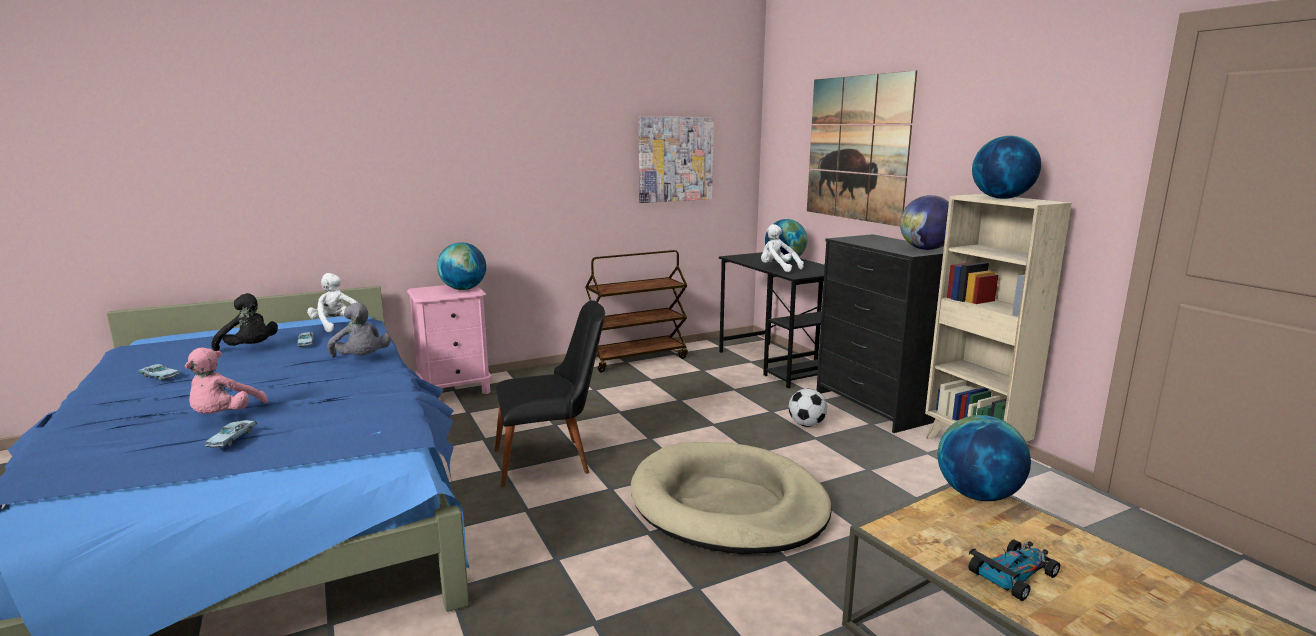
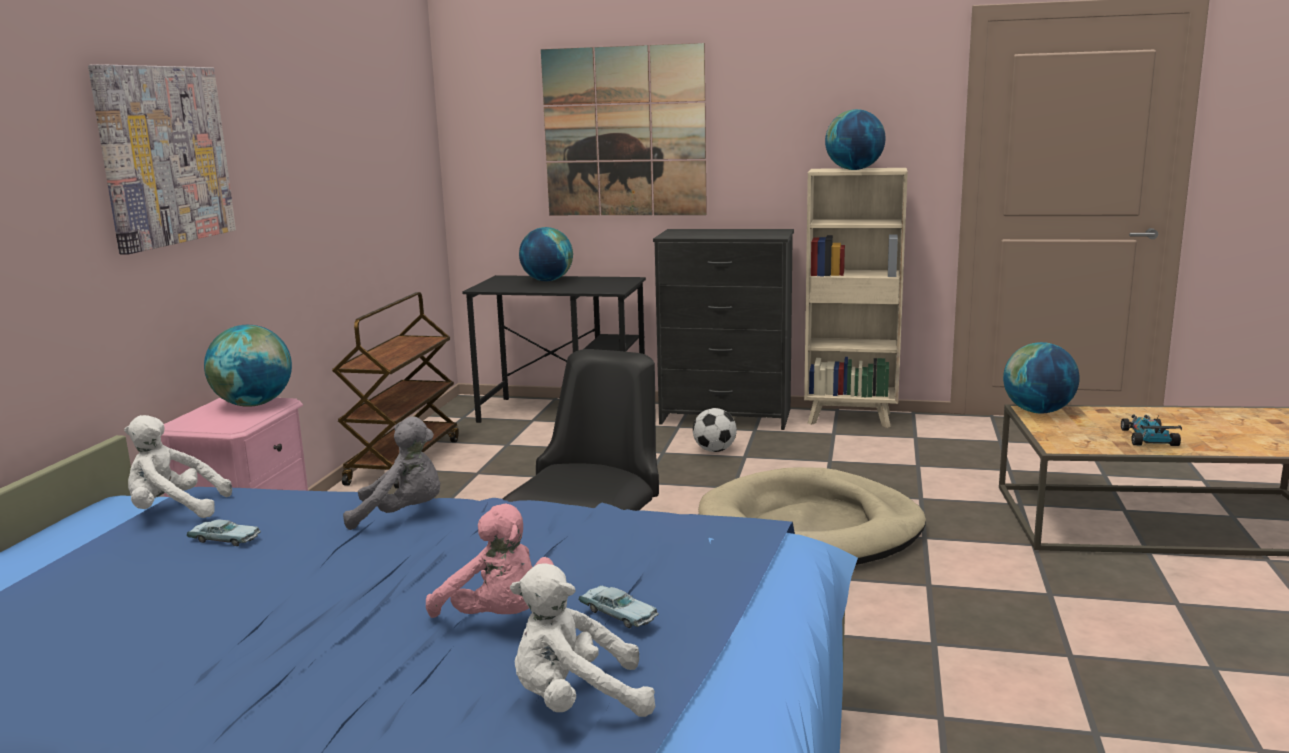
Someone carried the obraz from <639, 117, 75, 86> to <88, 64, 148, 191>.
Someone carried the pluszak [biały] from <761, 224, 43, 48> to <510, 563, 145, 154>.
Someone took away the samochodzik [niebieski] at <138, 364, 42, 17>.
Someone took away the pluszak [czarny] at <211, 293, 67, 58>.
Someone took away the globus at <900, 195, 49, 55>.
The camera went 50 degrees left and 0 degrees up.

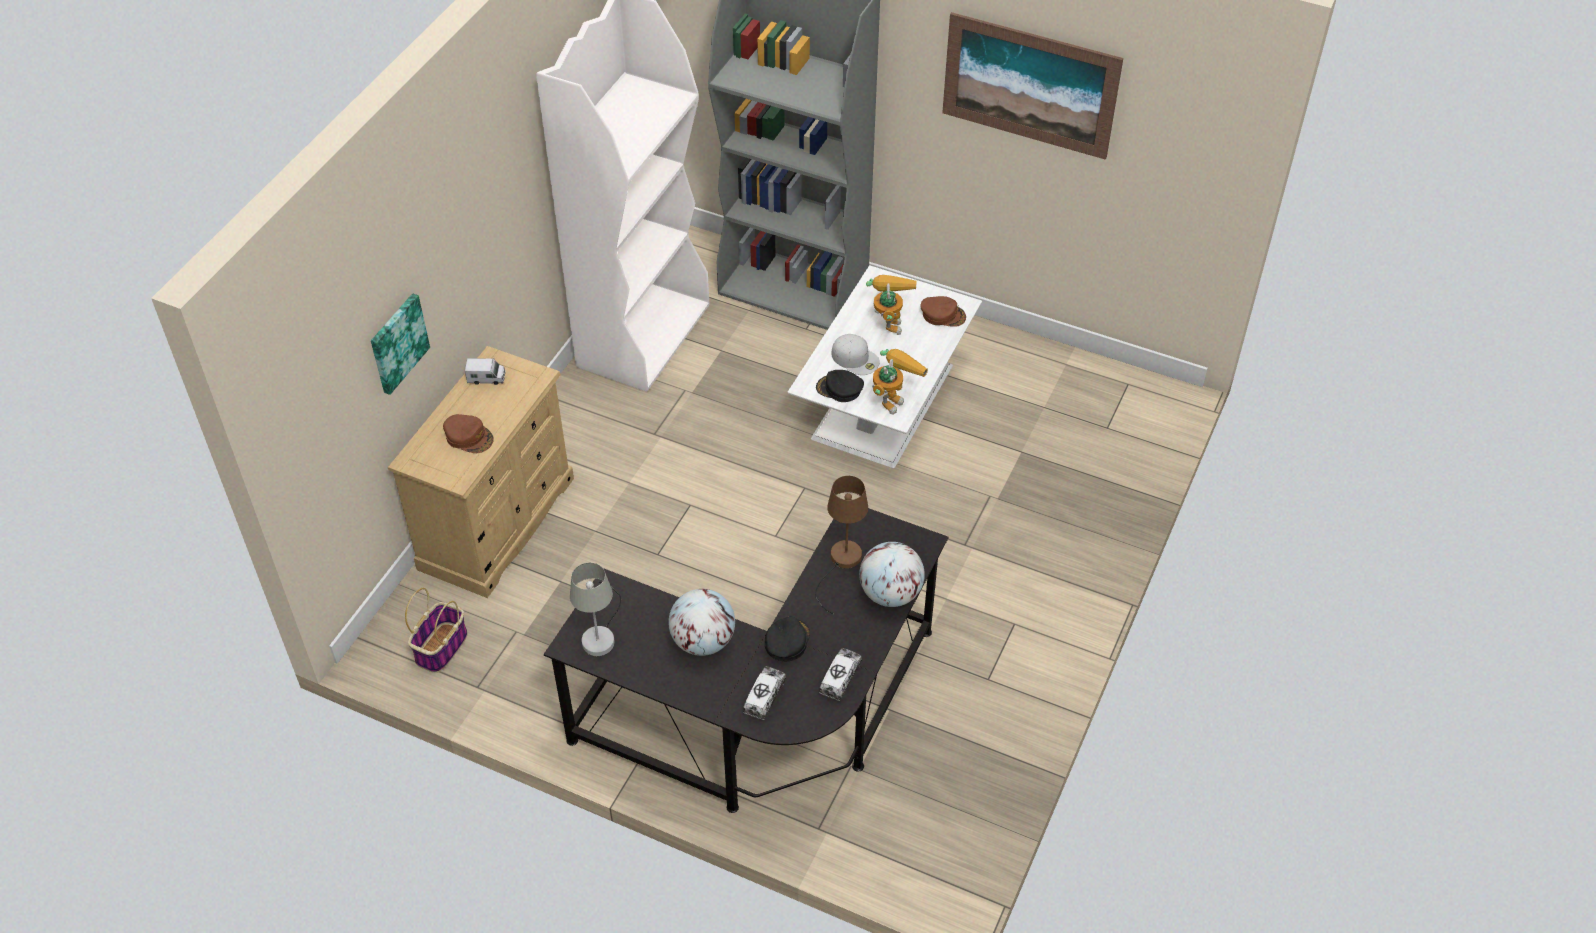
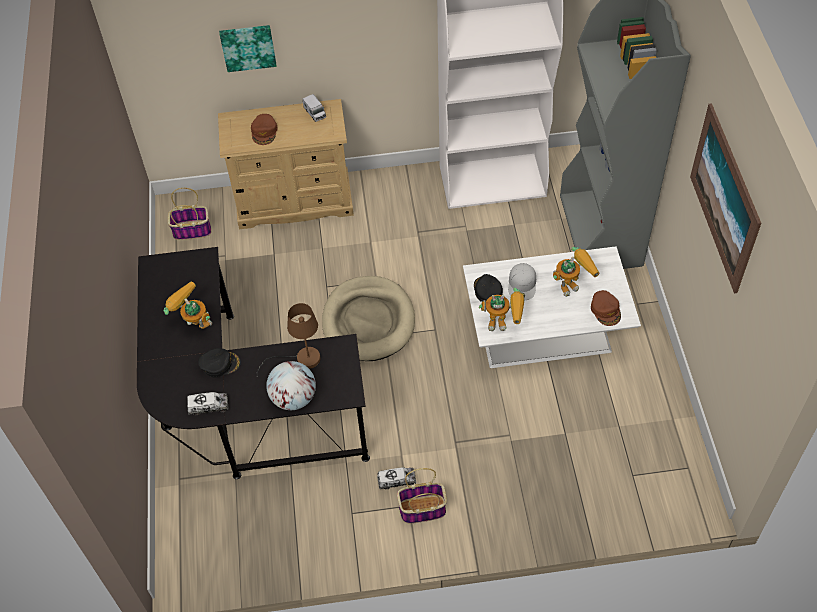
Someone swapped the globus at <669, 589, 66, 67> for the robot zabawkowy at <163, 281, 49, 48>.
Someone put down the legowisko [beżowy] at <322, 276, 93, 85>.
Someone carried the ciężarówka zabawkowa from <743, 666, 43, 54> to <377, 467, 39, 22>.
Someone put down the koszyk at <397, 468, 50, 56>.
Someone took away the lampa stołowa [szary] at <570, 563, 51, 93>.
The camera went 60 degrees right and 5 degrees up.

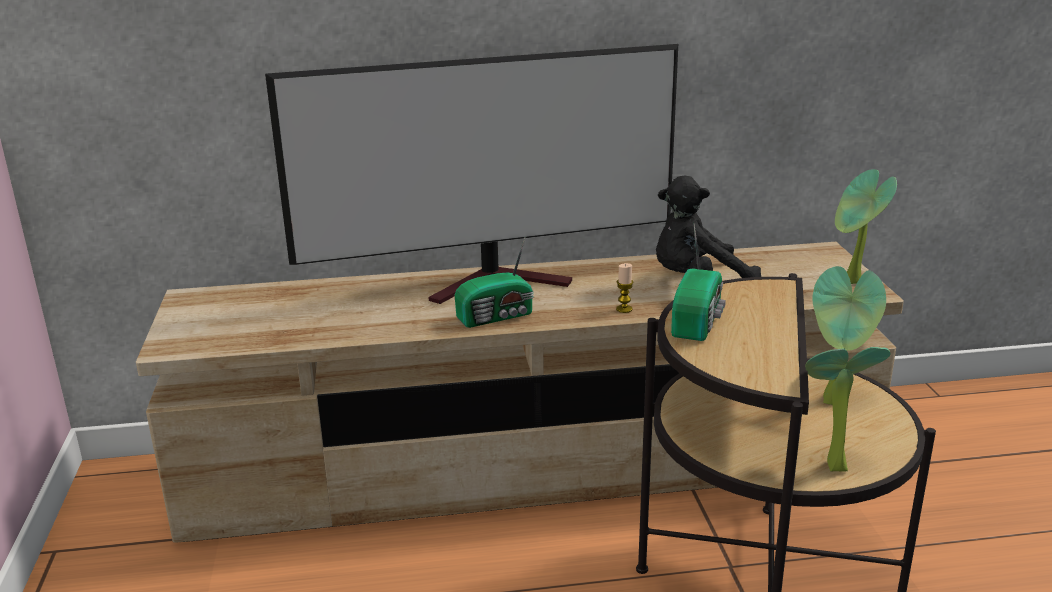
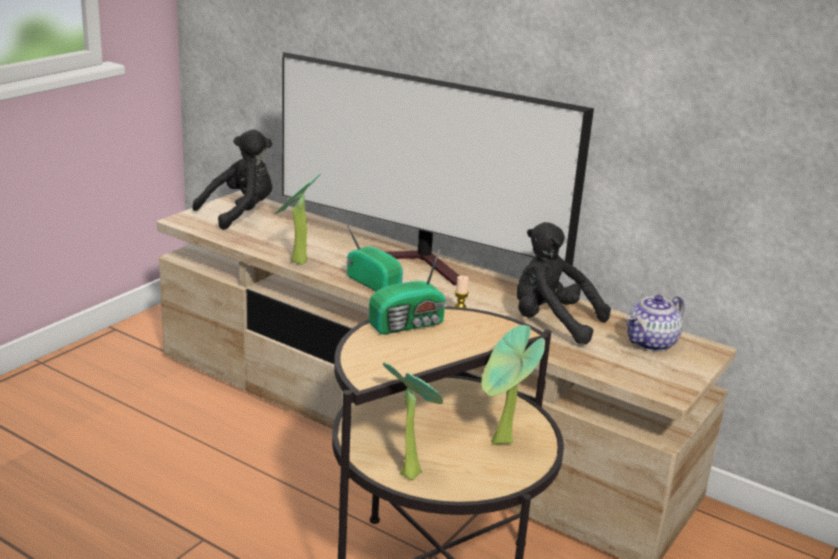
Someone put down the pluszak [czarny] at <192, 129, 80, 101>.
Someone carried the roślina doniczkowa from <835, 169, 62, 115> to <275, 174, 46, 91>.
Someone rotated the radio at <455, 236, 79, 92> by 150 degrees counterclockwise.
Someone put down the imbryk at <626, 295, 58, 57>.
The camera went 40 degrees right and 0 degrees up.

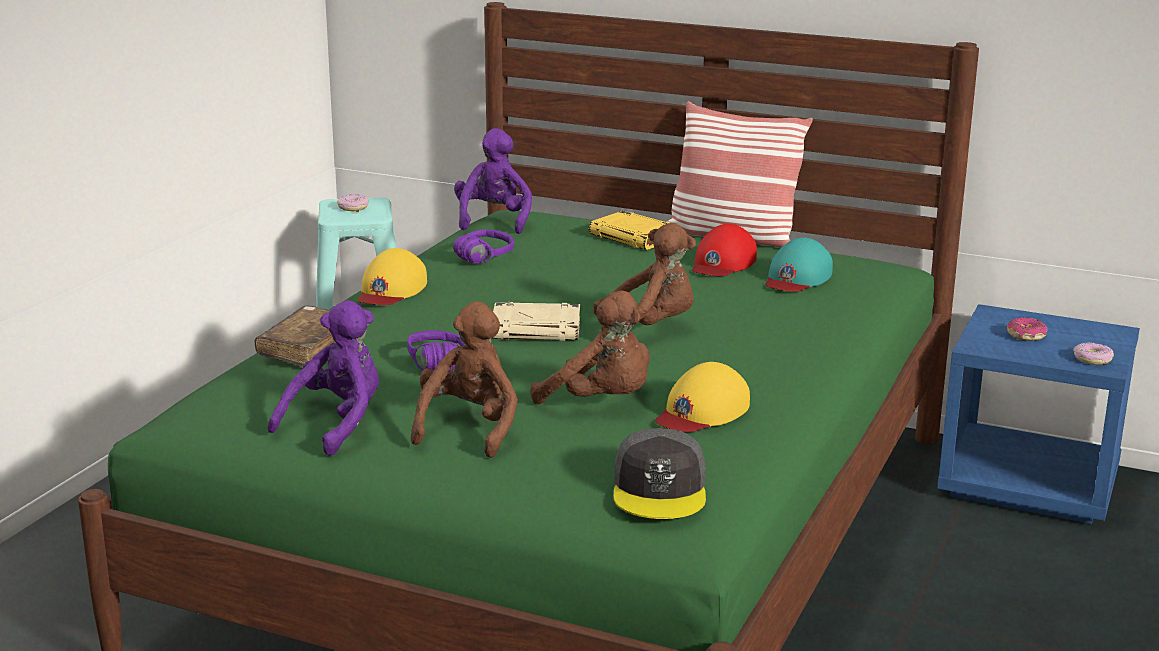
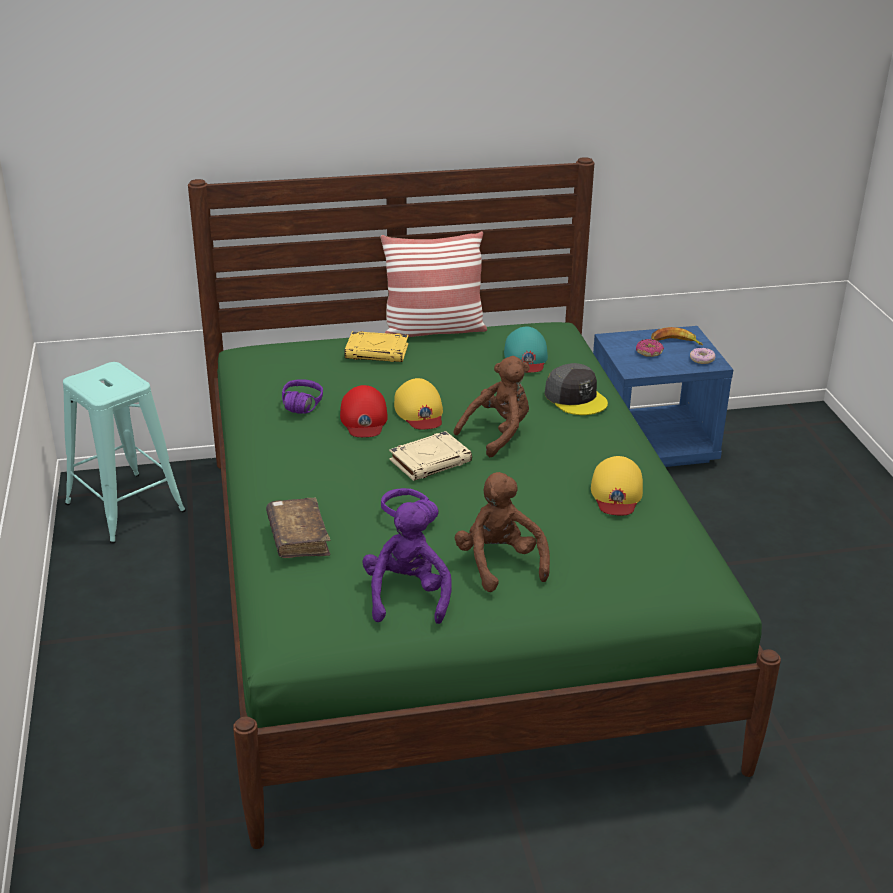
Someone carried the czapka z daszkiem [czerwony] from <692, 224, 65, 52> to <340, 385, 48, 52>.
Someone carried the czapka z daszkiem [żółty] from <358, 248, 69, 57> to <394, 378, 49, 52>.
Someone carried the czapka z daszkiem [szary] from <613, 428, 93, 91> to <544, 363, 64, 52>.
Someone put down the banan at <651, 327, 52, 18>.
Someone took away the donut at <337, 194, 32, 17>.
Someone took away the pluszak [fioletowy] at <454, 128, 78, 106>.
Someone took away the pluszak [brązowy] at <530, 290, 120, 115>.
The camera went 35 degrees left and 10 degrees up.

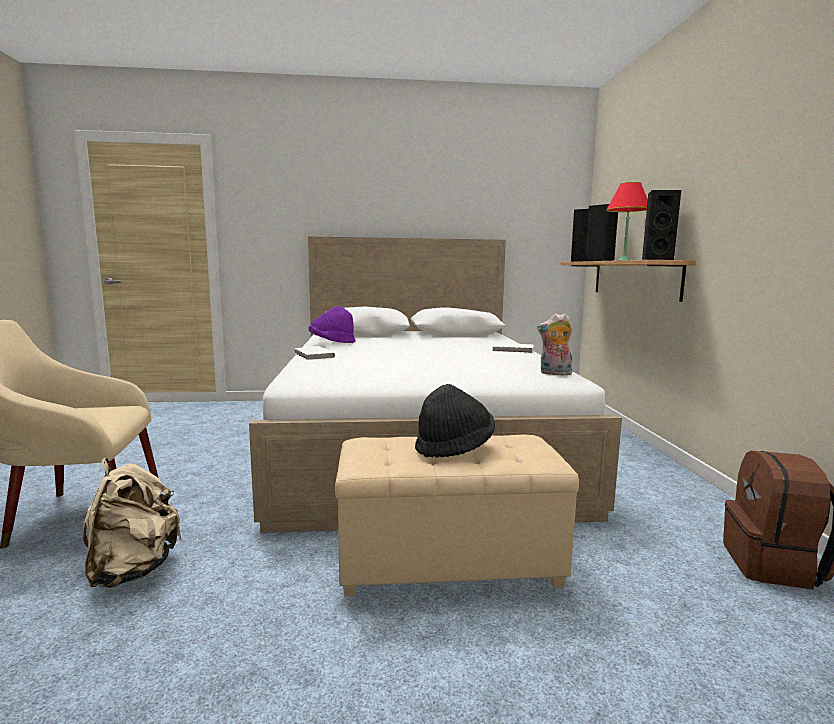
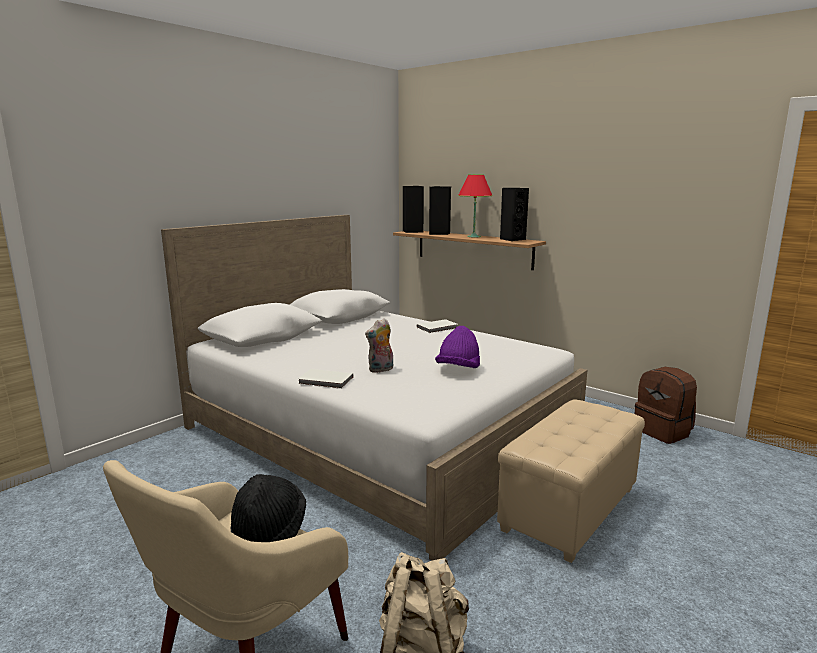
Someone carried the kapelusz [czarny] from <415, 384, 80, 74> to <231, 474, 75, 68>.
Someone carried the pluszak from <537, 313, 36, 62> to <365, 318, 28, 55>.
Someone carried the kapelusz [fioletowy] from <309, 306, 47, 37> to <435, 326, 45, 42>.
The camera went 45 degrees left and 5 degrees up.

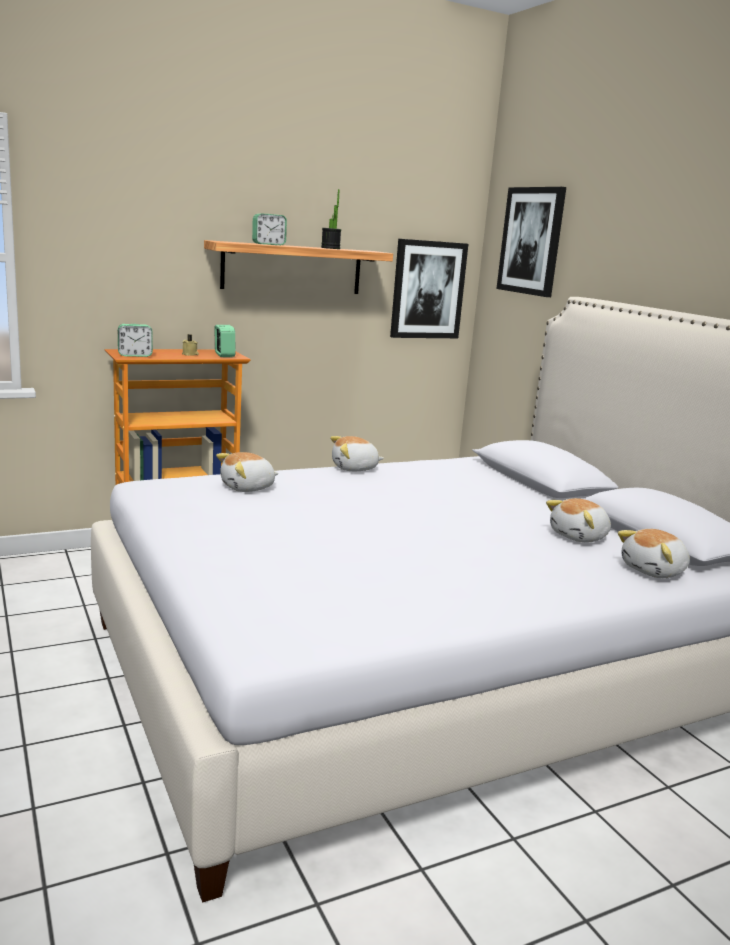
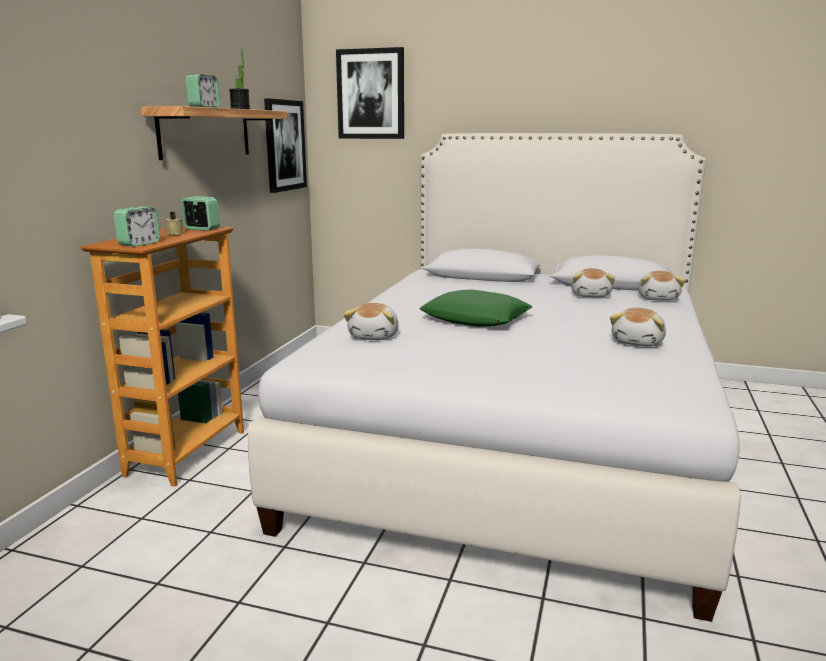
Someone put down the poduszka [zielony] at <419, 289, 113, 38>.
Someone carried the pluszak from <330, 436, 54, 35> to <610, 308, 56, 39>.
The camera went 45 degrees left and 0 degrees up.

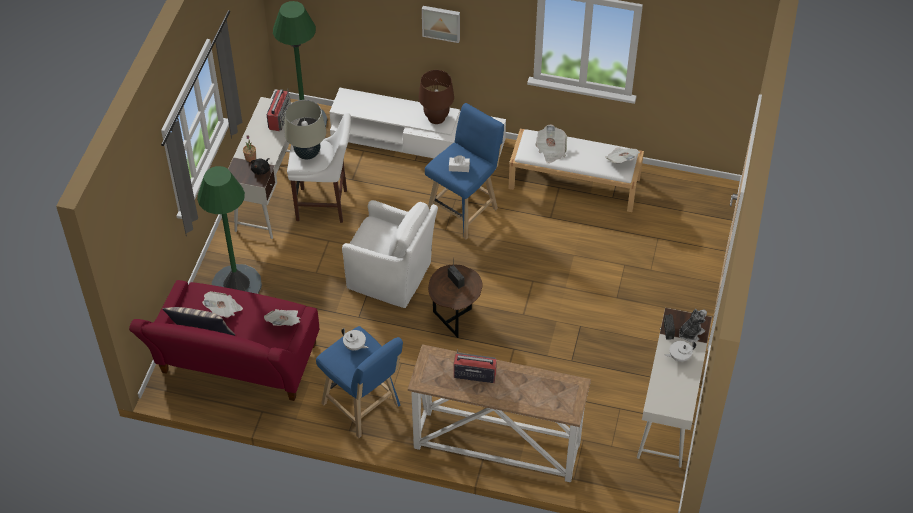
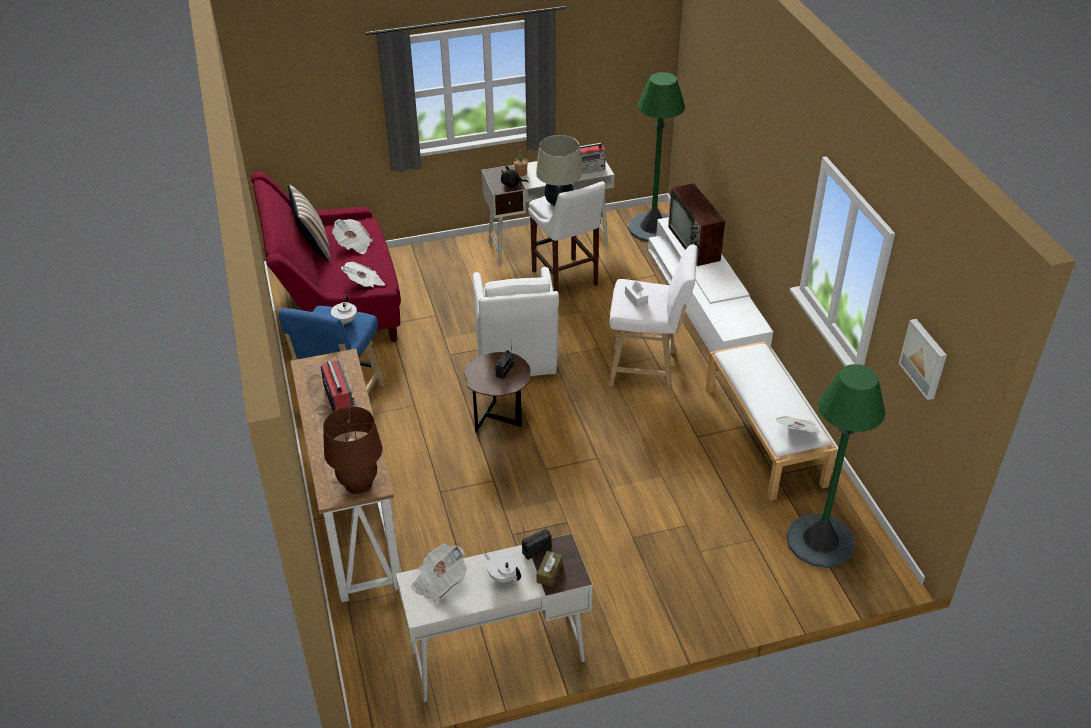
Someone carried the lampa stołowa [brązowy] from <419, 70, 35, 54> to <323, 406, 59, 88>.
Someone carried the gazeta from <536, 125, 31, 38> to <411, 543, 56, 59>.
Someone swapped the pluszak at <679, 309, 28, 33> for the pudełko chusteczek [brązowy] at <537, 551, 26, 36>.
Someone repainted the stołek [niebieski] at <425, 103, 79, 136>, which became the stołek [biały] at <609, 244, 88, 148>.
Someone put down the telewizor at <668, 183, 57, 83>.
Someone carried the lampa stojąca [zielony] from <197, 166, 65, 128> to <786, 364, 100, 204>.
Someone carried the obraz from <422, 6, 38, 37> to <899, 319, 48, 81>.
The camera went 60 degrees right and 10 degrees down.

